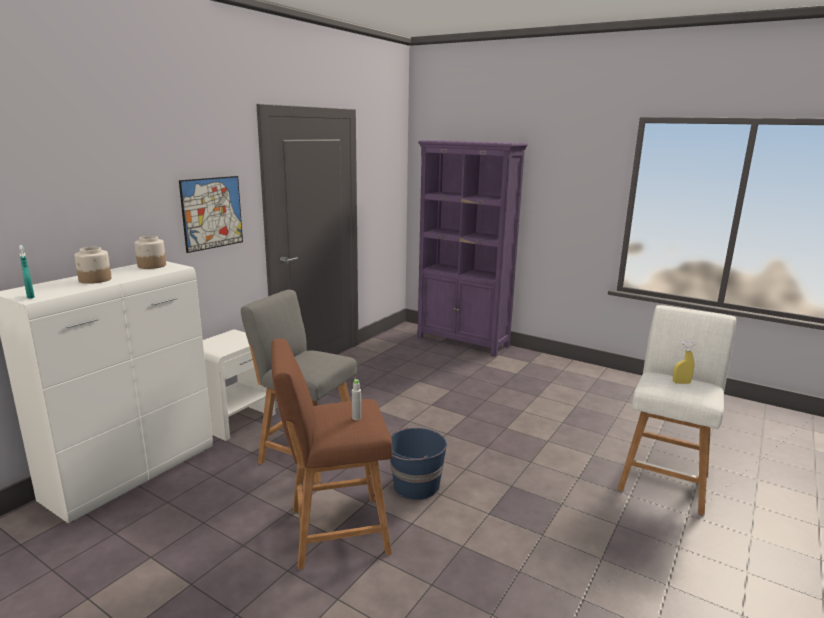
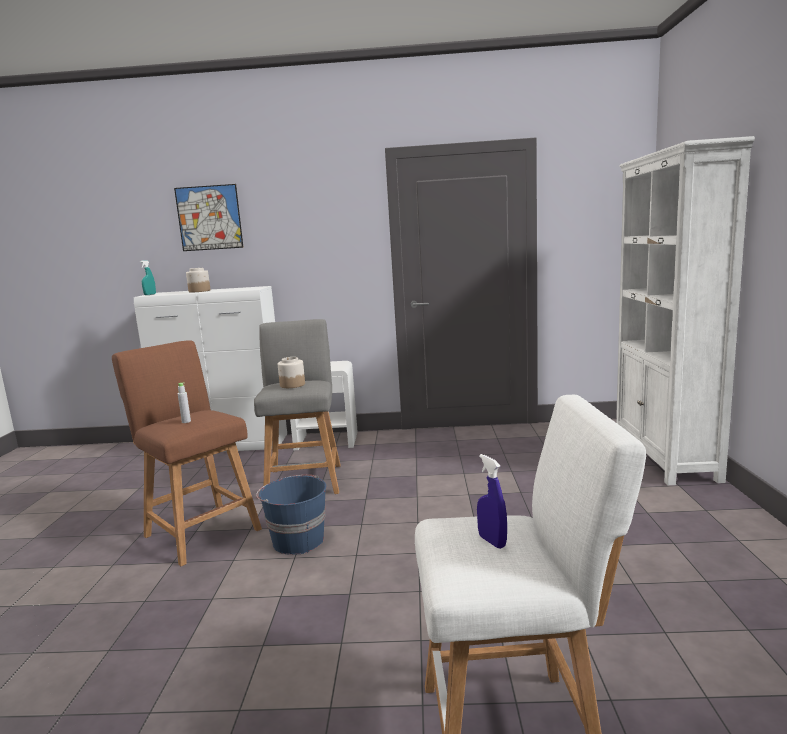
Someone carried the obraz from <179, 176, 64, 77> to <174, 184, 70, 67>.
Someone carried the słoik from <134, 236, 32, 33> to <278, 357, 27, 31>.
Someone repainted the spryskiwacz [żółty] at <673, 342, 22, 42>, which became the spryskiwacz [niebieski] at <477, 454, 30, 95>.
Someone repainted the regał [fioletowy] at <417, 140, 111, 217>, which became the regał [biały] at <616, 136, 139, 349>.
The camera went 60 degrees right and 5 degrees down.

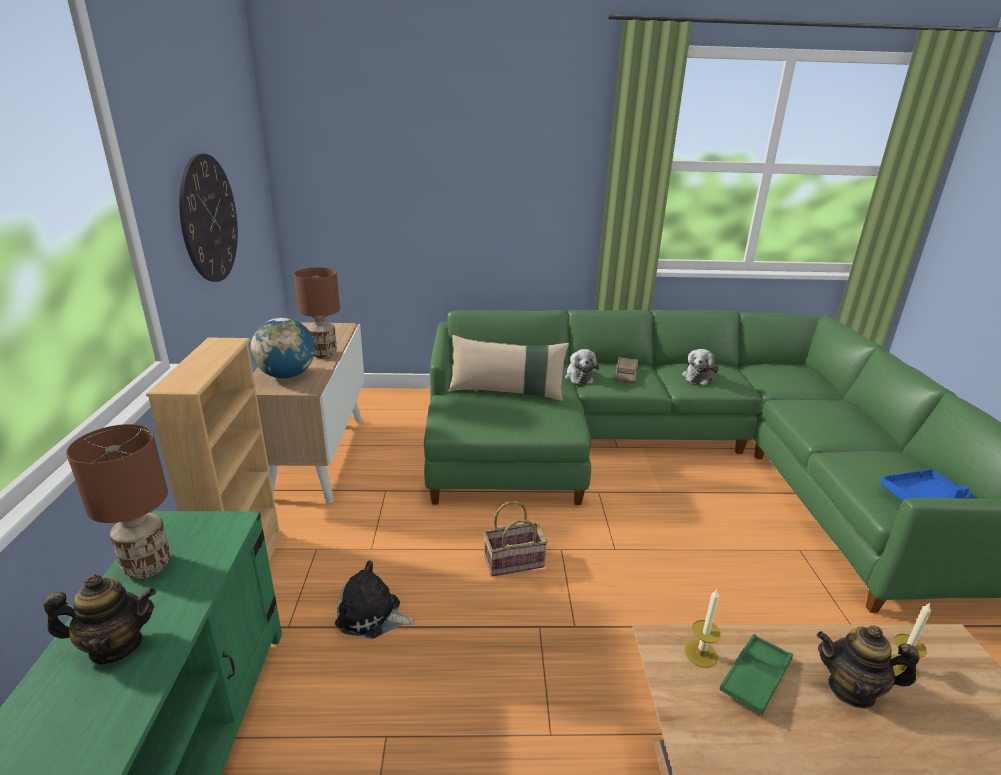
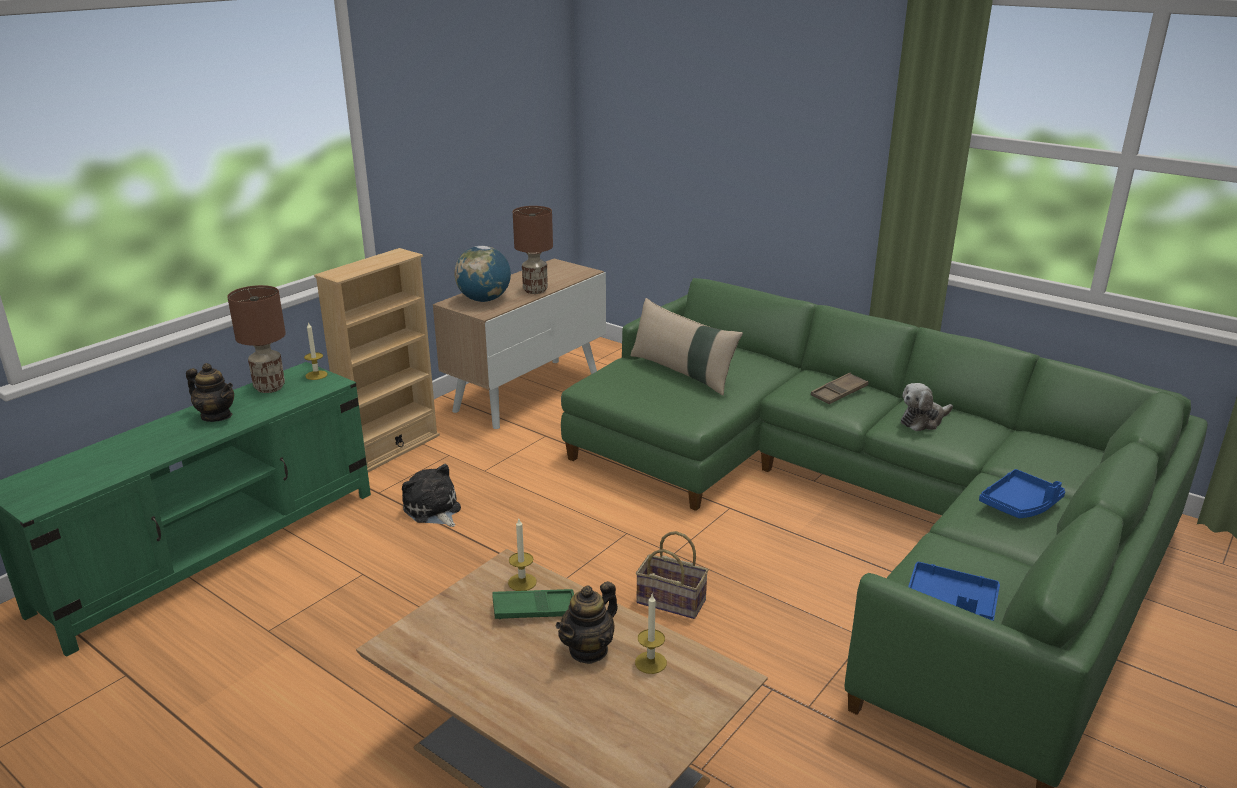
Someone put down the świeca at <304, 322, 24, 58>.
Someone rotated the imbryk at <817, 625, 103, 84> by 105 degrees counterclockwise.
Someone carried the koszyk from <484, 501, 63, 76> to <636, 531, 73, 88>.
Someone put down the taca [niebieski] at <979, 469, 86, 49>.
Someone took away the zegar ścienny at <179, 154, 59, 128>.
Someone took away the pluszak at <565, 349, 34, 35>.
The camera went 40 degrees right and 0 degrees up.

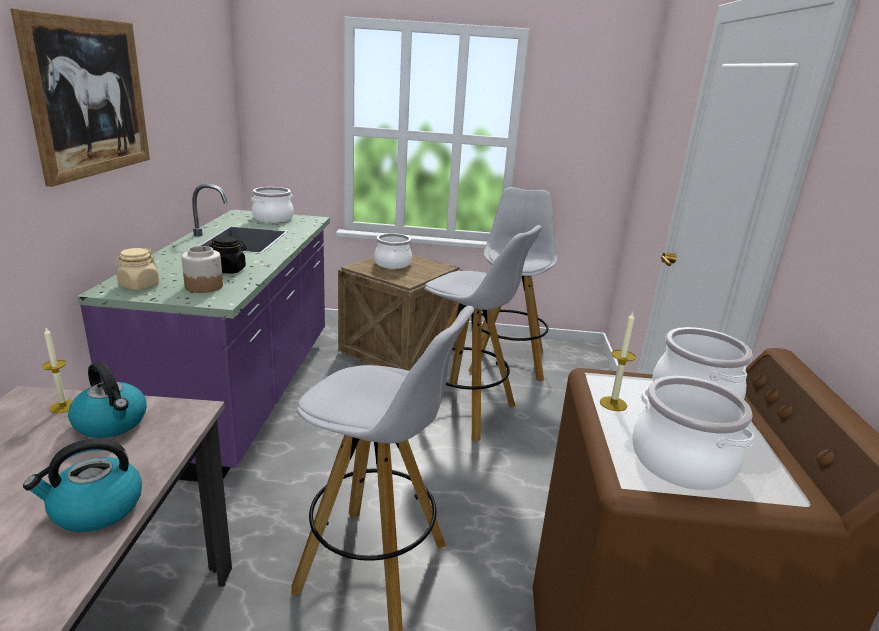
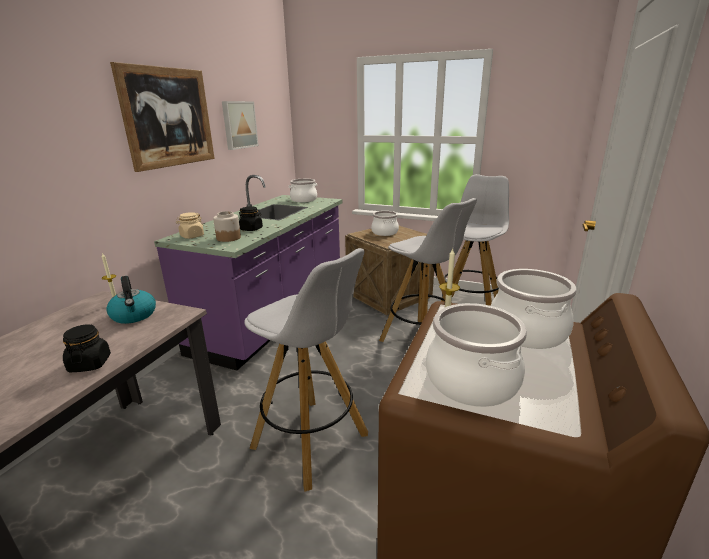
Someone swapped the czajnik at <23, 438, 119, 94> for the słoik [czarny] at <63, 324, 48, 48>.
Someone put up the obraz at <222, 101, 37, 49>.
The camera went 20 degrees right and 0 degrees up.

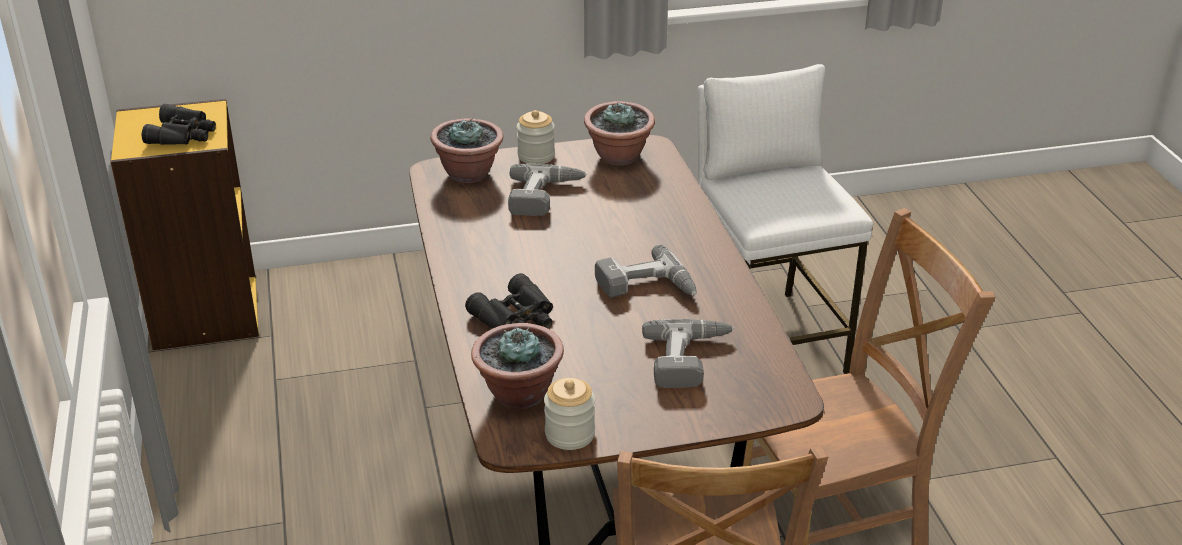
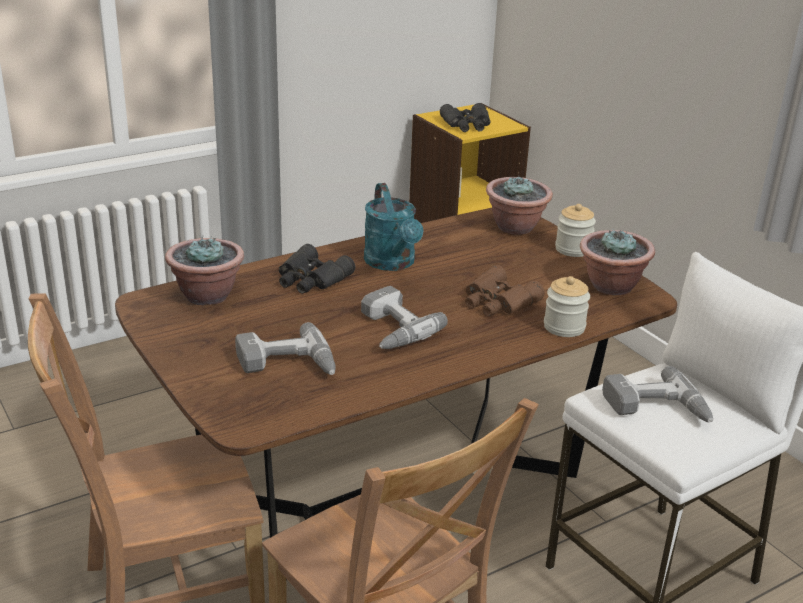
Someone put down the konewka [turkusowy] at <364, 183, 59, 88>.
Someone put down the lornetka [brązowy] at <465, 265, 80, 51>.
Someone carried the słoik from <544, 378, 51, 72> to <544, 276, 46, 61>.
Someone carried the wiertarka from <508, 164, 79, 52> to <602, 366, 111, 57>.
The camera went 70 degrees right and 5 degrees down.

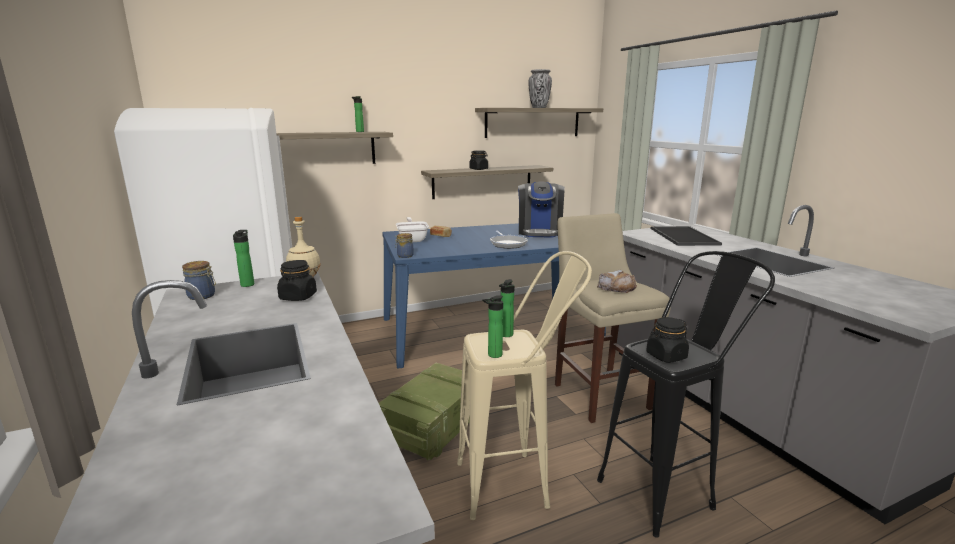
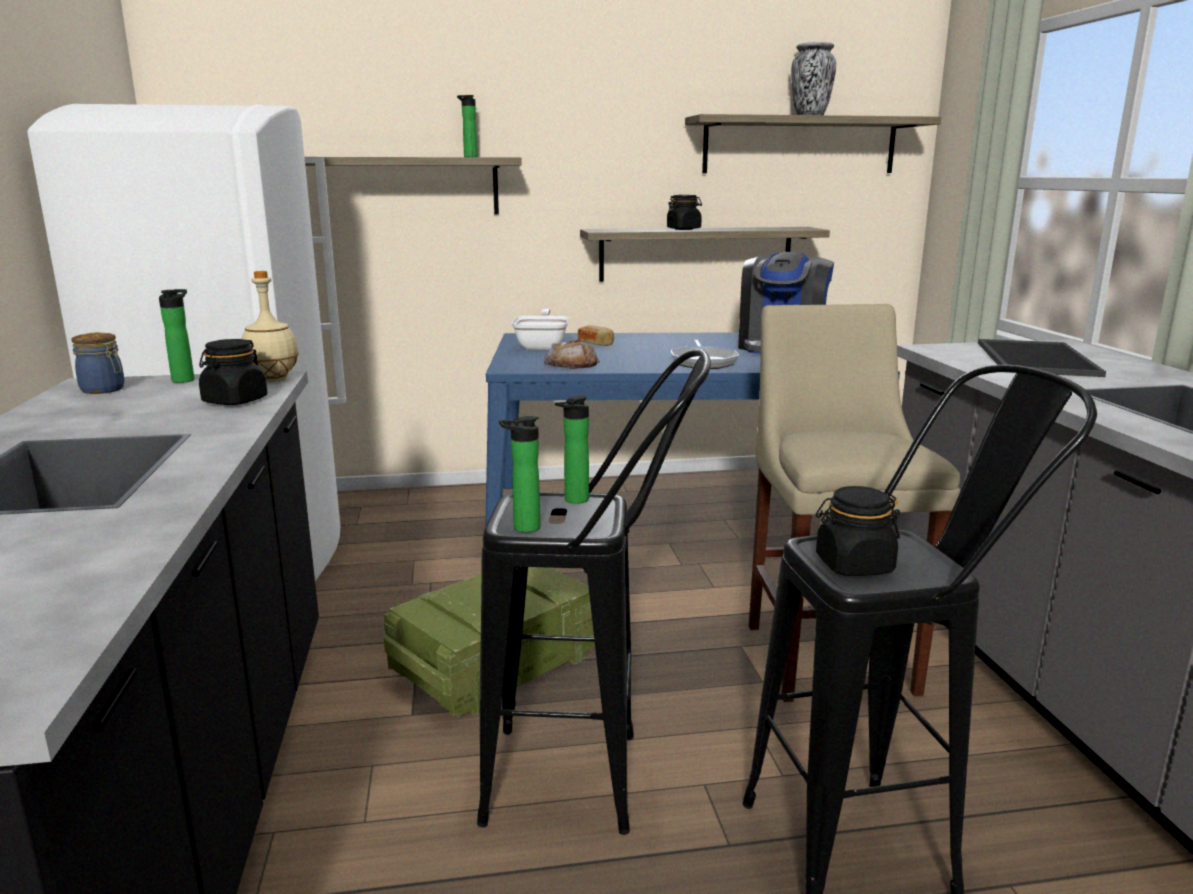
Someone repainted the stołek [beżowy] at <457, 251, 135, 269>, which became the stołek [czarny] at <477, 349, 234, 486>.
Someone carried the chleb from <597, 270, 40, 23> to <544, 339, 56, 30>.
Someone took away the słoik at <395, 233, 19, 25>.
The camera went 15 degrees right and 0 degrees up.

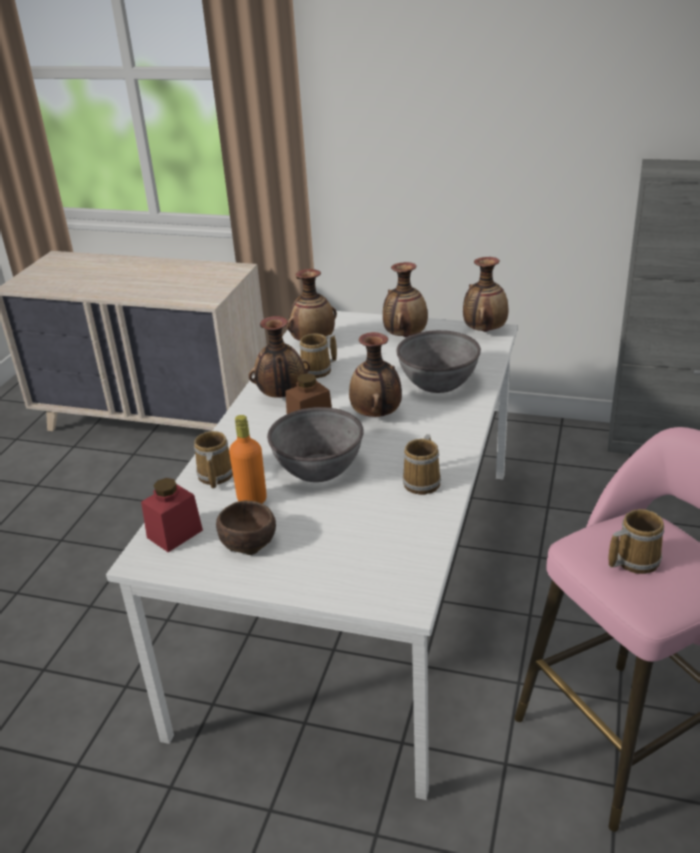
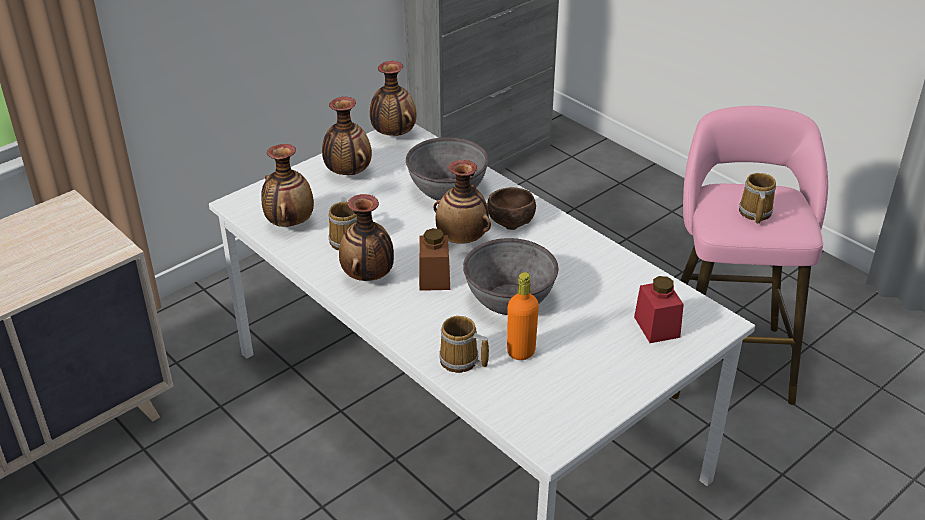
Someone carried the miska [brązowy] from <216, 501, 60, 54> to <487, 187, 49, 43>.
Someone carried the słoik [czerwony] from <141, 478, 62, 74> to <634, 276, 50, 67>.
Someone took away the kubek at <402, 434, 39, 61>.
The camera went 60 degrees left and 5 degrees up.

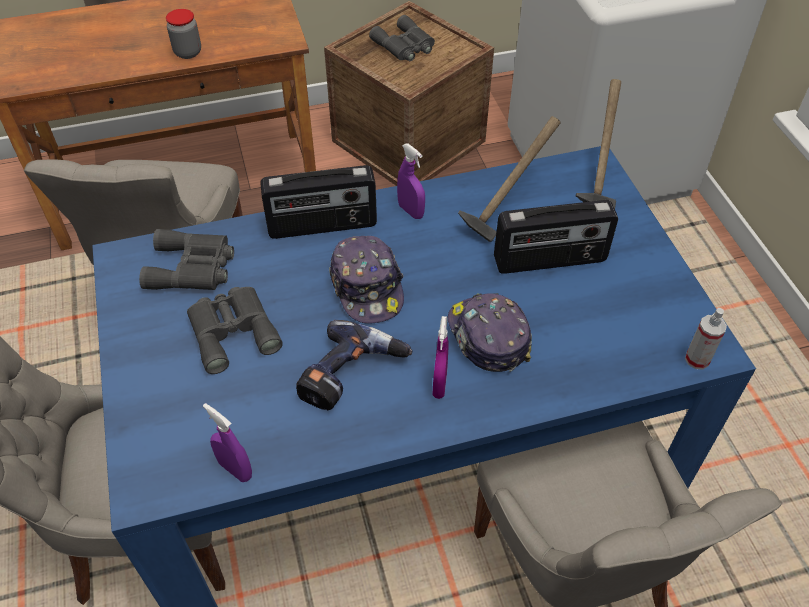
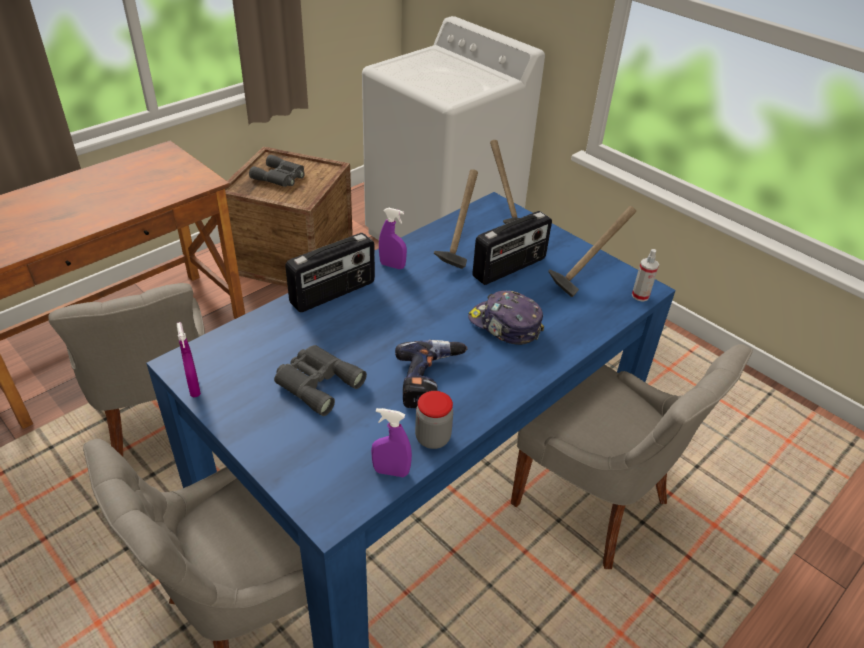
Someone carried the spryskiwacz [fioletowy] from <432, 316, 17, 83> to <177, 322, 24, 75>.
Someone carried the słoik from <166, 9, 35, 50> to <415, 391, 38, 58>.
Someone put down the młotek at <548, 206, 88, 91>.
Someone took away the lornetka [szary] at <139, 229, 95, 61>.
Someone took away the czapka z daszkiem at <329, 236, 75, 88>.
The camera went 30 degrees left and 10 degrees down.

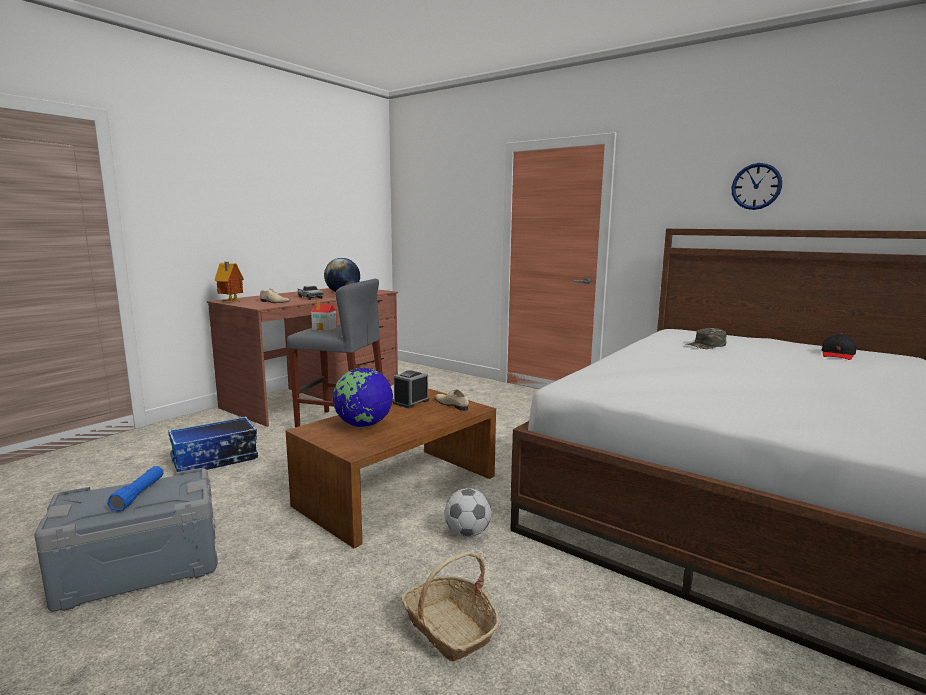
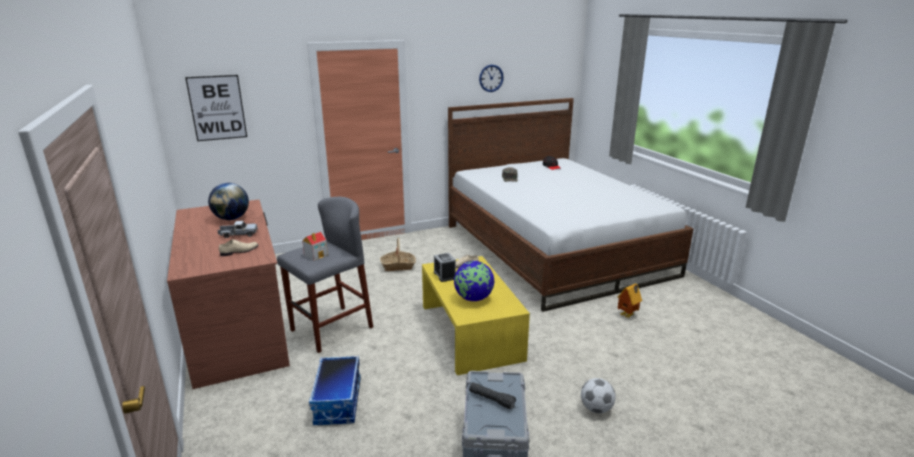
Someone put up the obraz at <185, 75, 62, 66>.
Someone carried the koszyk from <401, 552, 99, 110> to <380, 238, 36, 33>.
Someone repainted the ława [brązowy] at <286, 389, 210, 160>, which became the ława [żółty] at <422, 256, 108, 119>.
Someone repainted the latarka [niebieski] at <107, 466, 56, 45>, which became the latarka [czarny] at <469, 382, 47, 27>.
Someone carried the piłka futbolowa from <445, 488, 46, 49> to <581, 378, 35, 35>.
Someone carried the domek from <214, 262, 30, 40> to <617, 284, 25, 35>.
The camera went 60 degrees left and 10 degrees up.

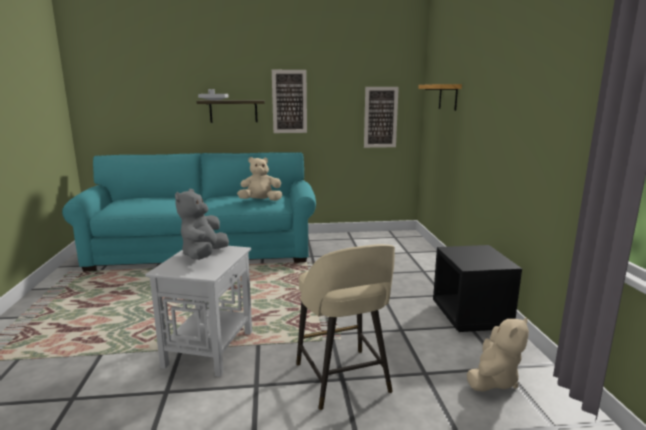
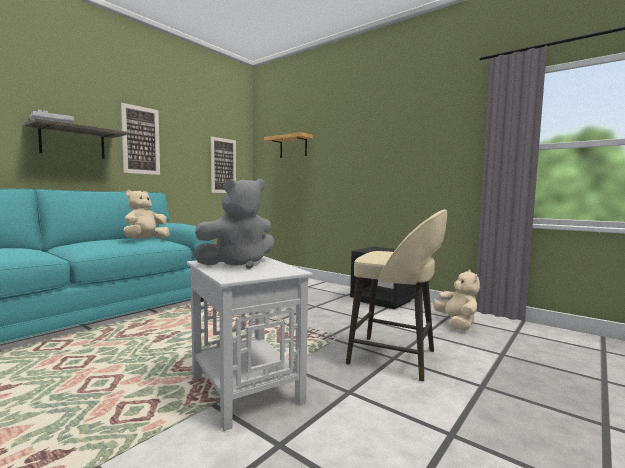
Someone rotated the pluszak [szary] at <175, 189, 54, 71> by 90 degrees counterclockwise.
The camera went 45 degrees left and 10 degrees down.

